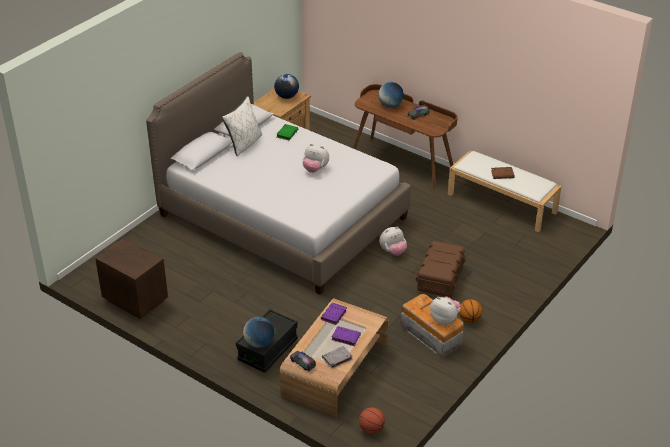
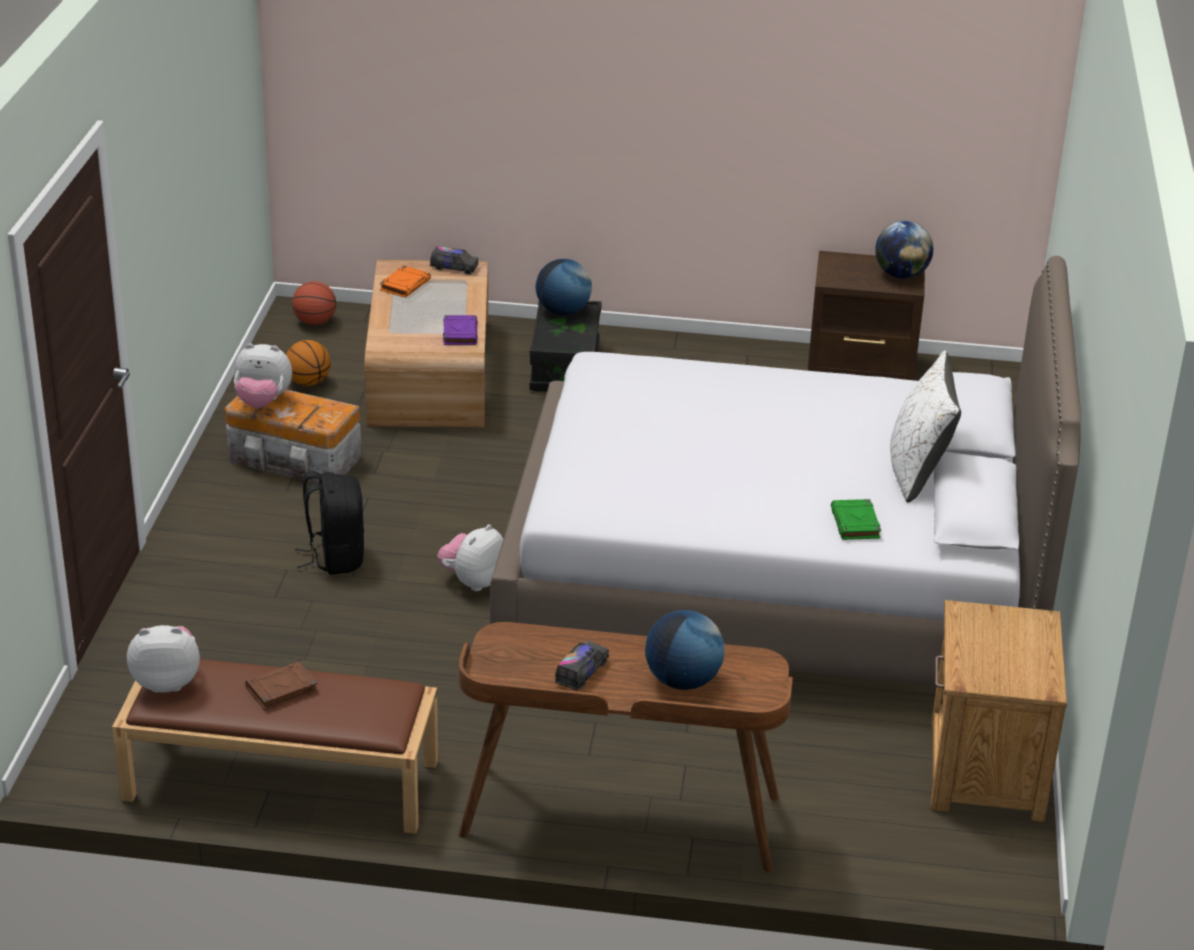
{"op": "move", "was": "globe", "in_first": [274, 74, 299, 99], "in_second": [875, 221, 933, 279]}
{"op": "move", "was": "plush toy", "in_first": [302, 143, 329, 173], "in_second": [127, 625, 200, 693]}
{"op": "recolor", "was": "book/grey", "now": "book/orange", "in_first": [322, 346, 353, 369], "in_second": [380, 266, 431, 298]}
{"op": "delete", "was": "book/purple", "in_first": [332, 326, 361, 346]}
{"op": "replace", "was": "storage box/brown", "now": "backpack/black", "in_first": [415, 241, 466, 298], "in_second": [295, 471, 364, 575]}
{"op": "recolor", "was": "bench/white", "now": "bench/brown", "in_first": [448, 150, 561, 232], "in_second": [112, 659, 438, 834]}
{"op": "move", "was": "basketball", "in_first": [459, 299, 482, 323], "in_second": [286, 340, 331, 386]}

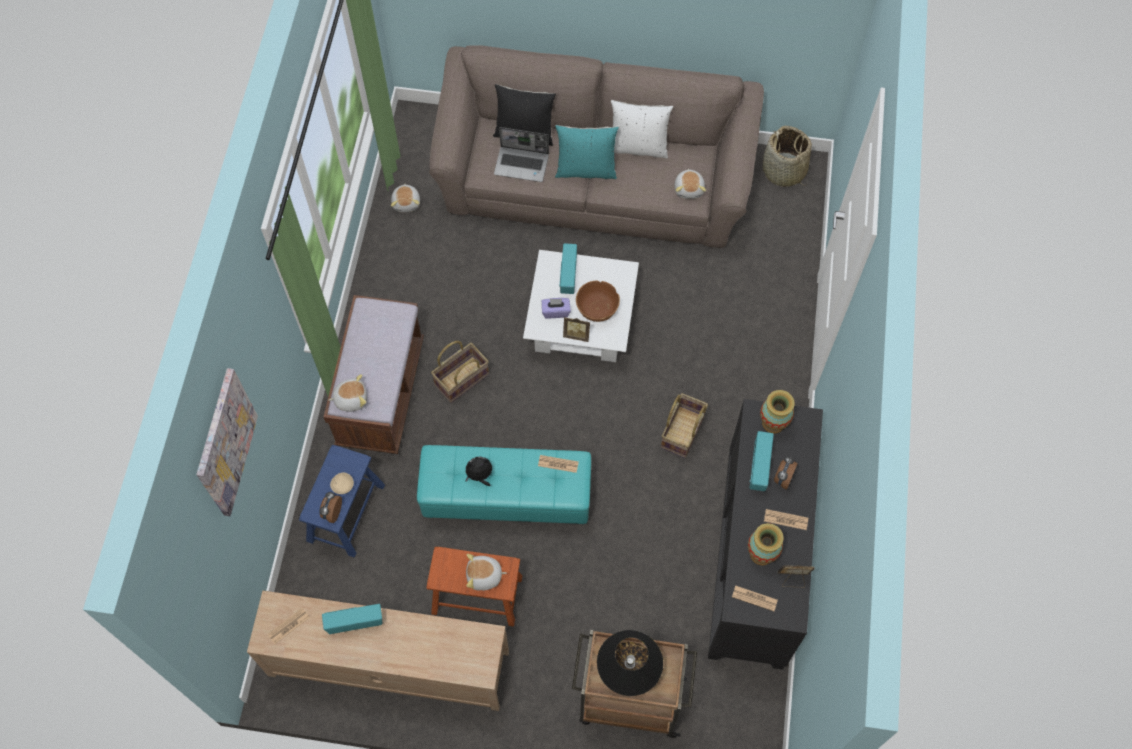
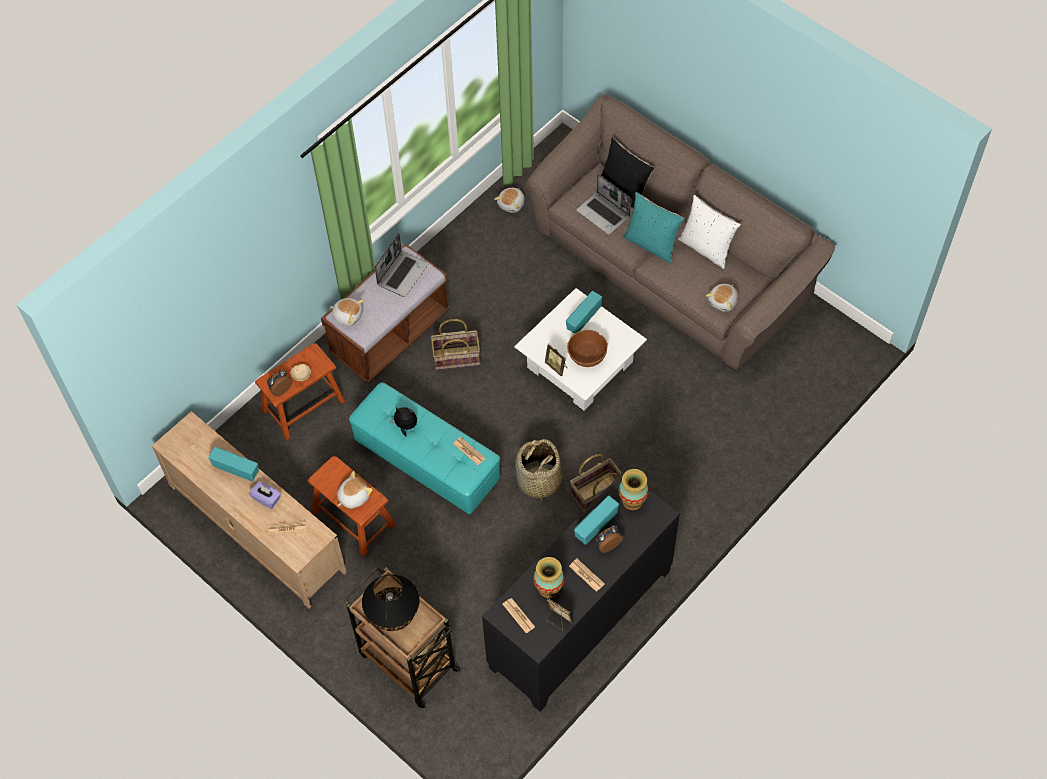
{"op": "delete", "was": "picture", "in_first": [196, 368, 258, 516]}
{"op": "move", "was": "newspaper", "in_first": [267, 608, 310, 644], "in_second": [268, 520, 306, 535]}
{"op": "recolor", "was": "stool/blue", "now": "stool/brown", "in_first": [299, 445, 385, 557], "in_second": [255, 343, 345, 440]}
{"op": "rotate", "was": "plush toy", "in_first": [466, 554, 507, 591], "in_second": [337, 471, 372, 509], "clockwise": 105}
{"op": "move", "was": "tissue box/purple", "in_first": [542, 298, 571, 318], "in_second": [249, 482, 281, 509]}
{"op": "move", "was": "basket", "in_first": [762, 126, 812, 187], "in_second": [515, 439, 563, 504]}
{"op": "insert", "now": "laptop", "in_second": [374, 233, 428, 297]}

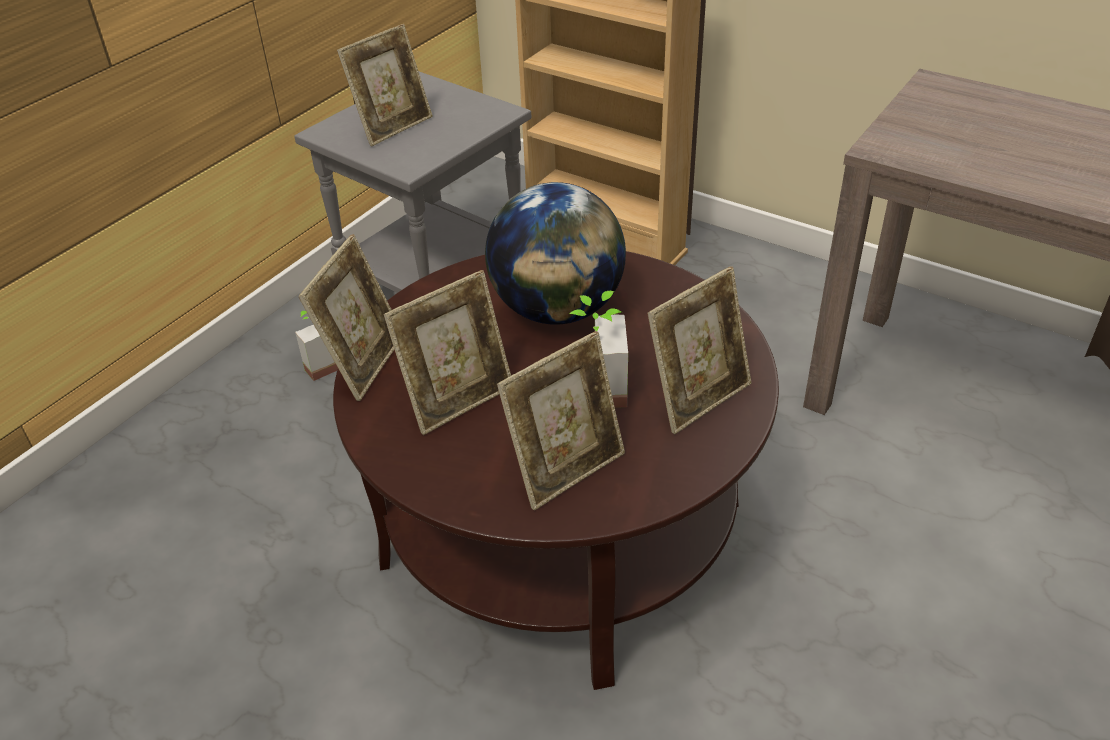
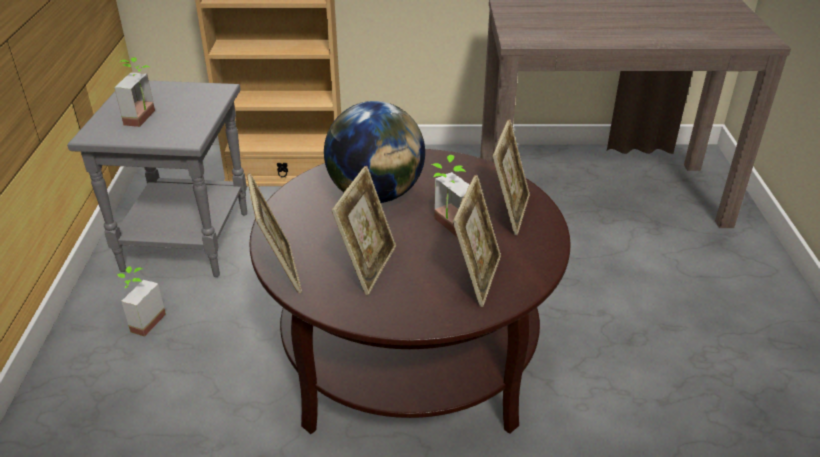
{"op": "replace", "was": "picture frame", "now": "potted plant", "in_first": [337, 24, 433, 146], "in_second": [114, 57, 155, 127]}

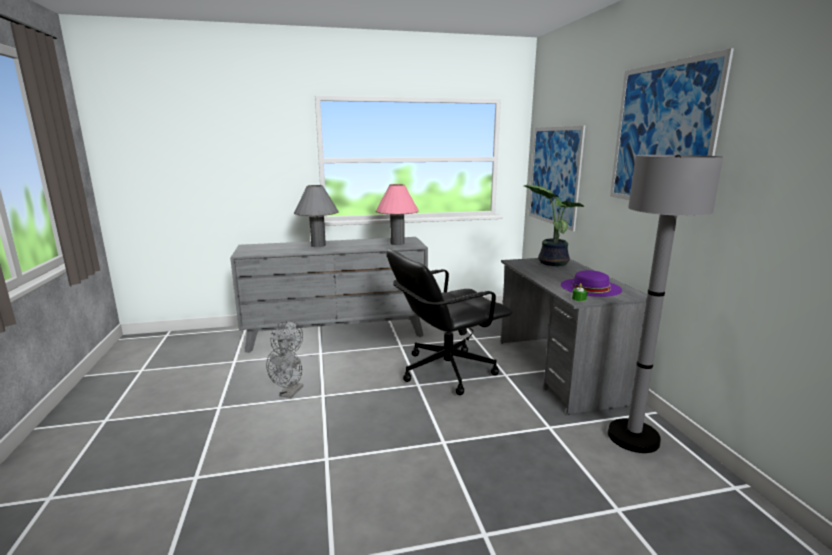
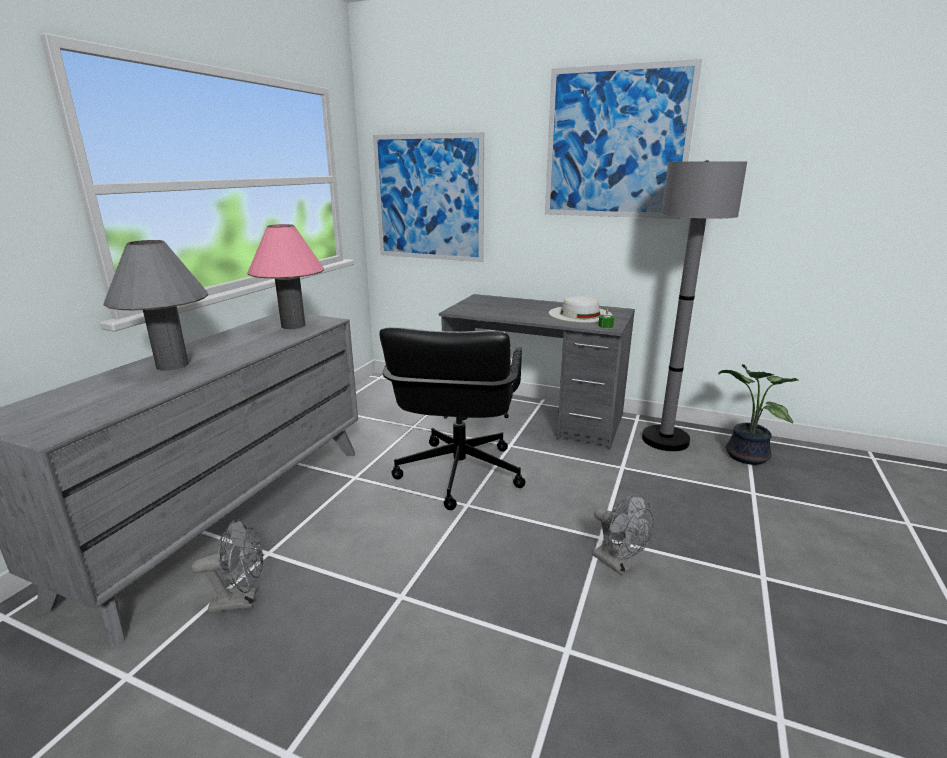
{"op": "move", "was": "fan/grey", "in_first": [266, 348, 303, 398], "in_second": [592, 494, 654, 575]}
{"op": "move", "was": "potted plant", "in_first": [524, 185, 585, 266], "in_second": [718, 364, 799, 465]}
{"op": "recolor", "was": "hat/purple", "now": "hat/white", "in_first": [561, 270, 622, 297], "in_second": [549, 296, 613, 323]}

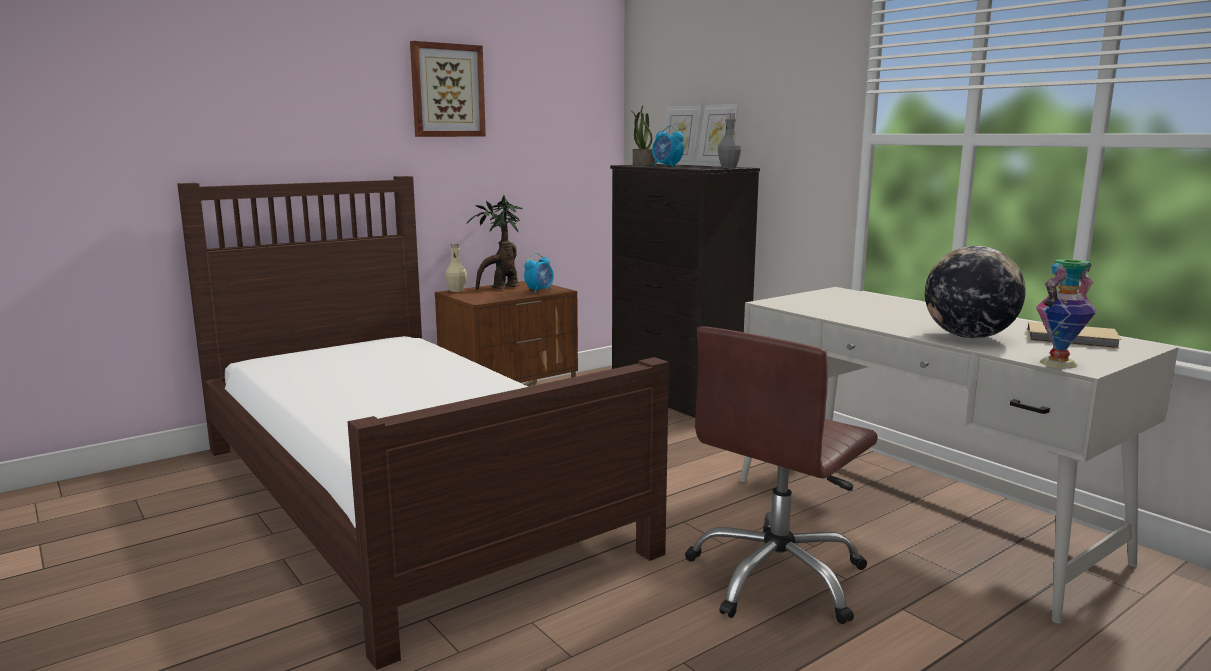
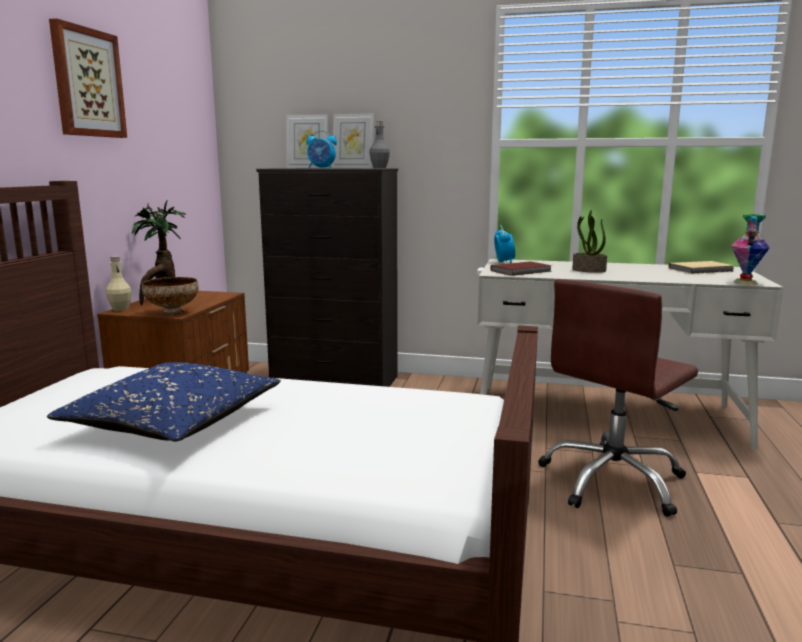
{"op": "move", "was": "alarm clock", "in_first": [524, 253, 554, 293], "in_second": [494, 225, 515, 263]}
{"op": "move", "was": "potted plant", "in_first": [631, 106, 655, 166], "in_second": [572, 210, 607, 273]}
{"op": "rotate", "was": "office chair/brown", "in_first": [685, 326, 878, 624], "in_second": [538, 279, 698, 517], "clockwise": 45}
{"op": "delete", "was": "globe", "in_first": [925, 246, 1026, 338]}
{"op": "insert", "now": "pillow/blue", "in_second": [47, 362, 281, 441]}
{"op": "insert", "now": "bowl", "in_second": [142, 277, 199, 316]}
{"op": "insert", "now": "book/brown", "in_second": [490, 261, 552, 276]}

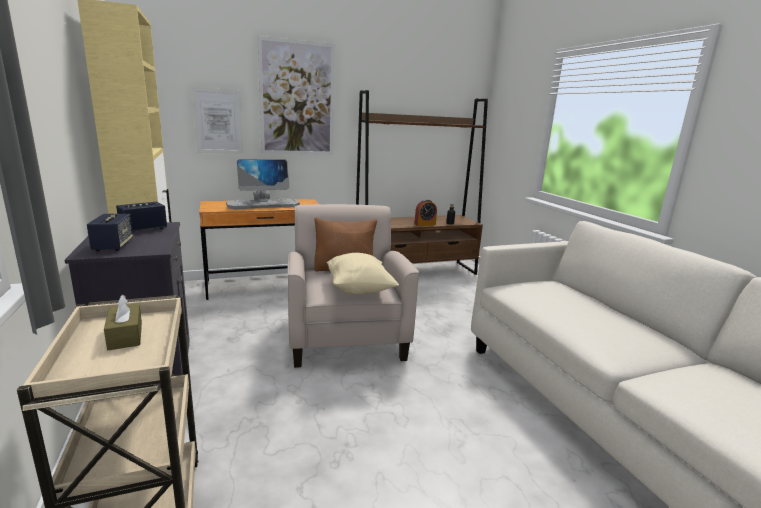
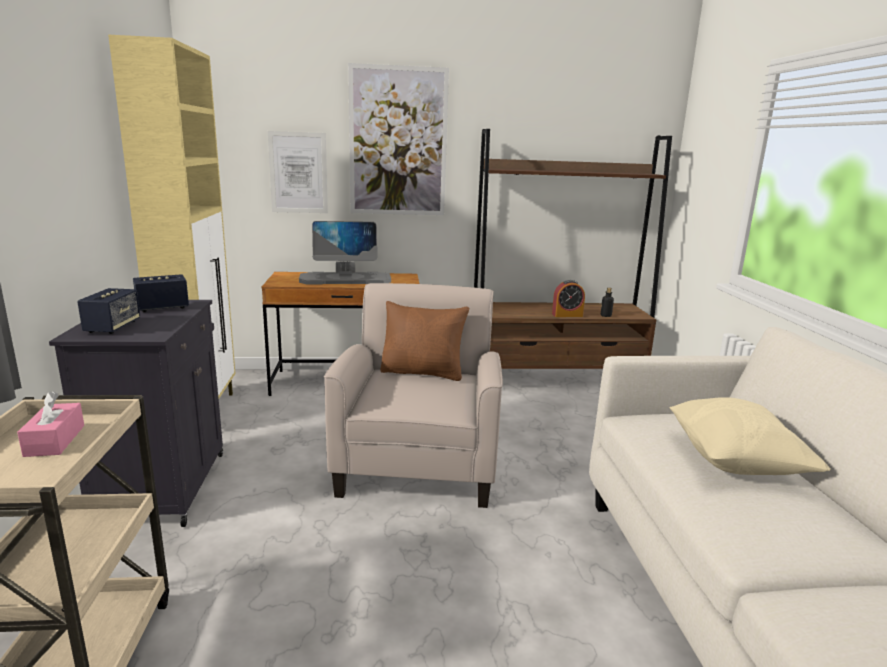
{"op": "recolor", "was": "tissue box/brown", "now": "tissue box/pink", "in_first": [104, 294, 142, 350], "in_second": [17, 391, 84, 457]}
{"op": "move", "was": "pillow/beige", "in_first": [326, 253, 399, 294], "in_second": [669, 397, 830, 475]}

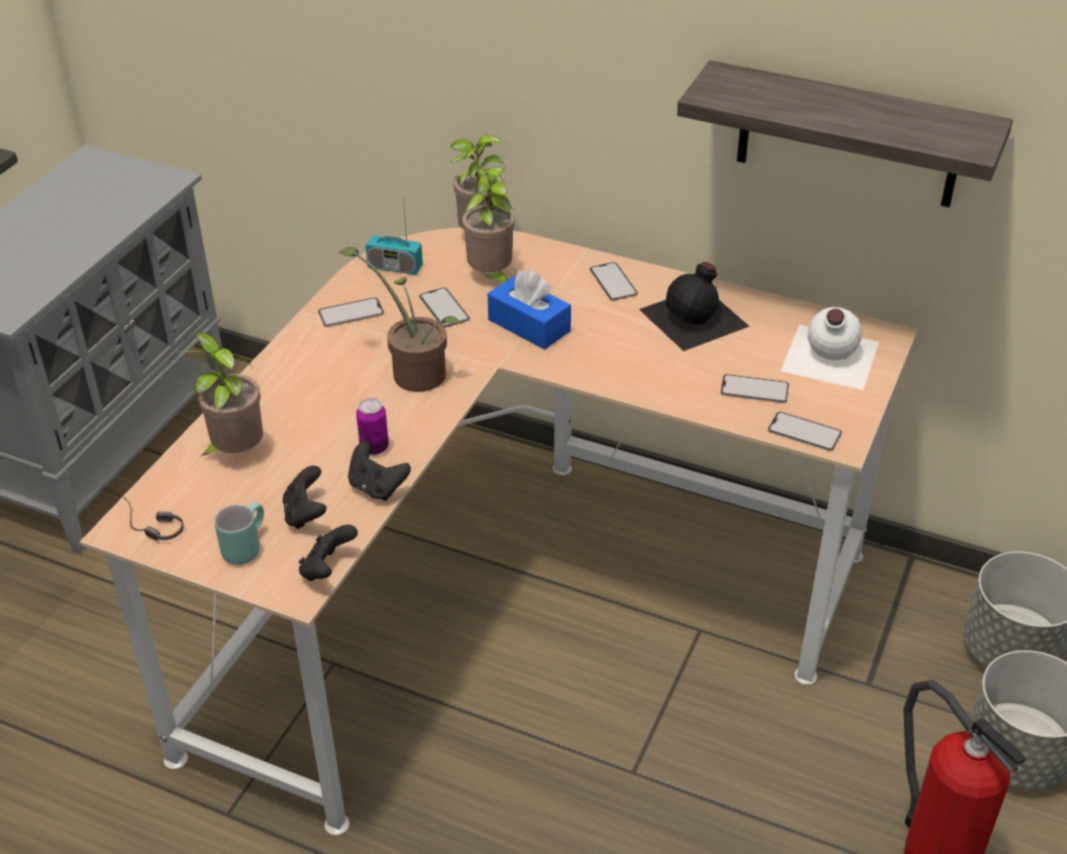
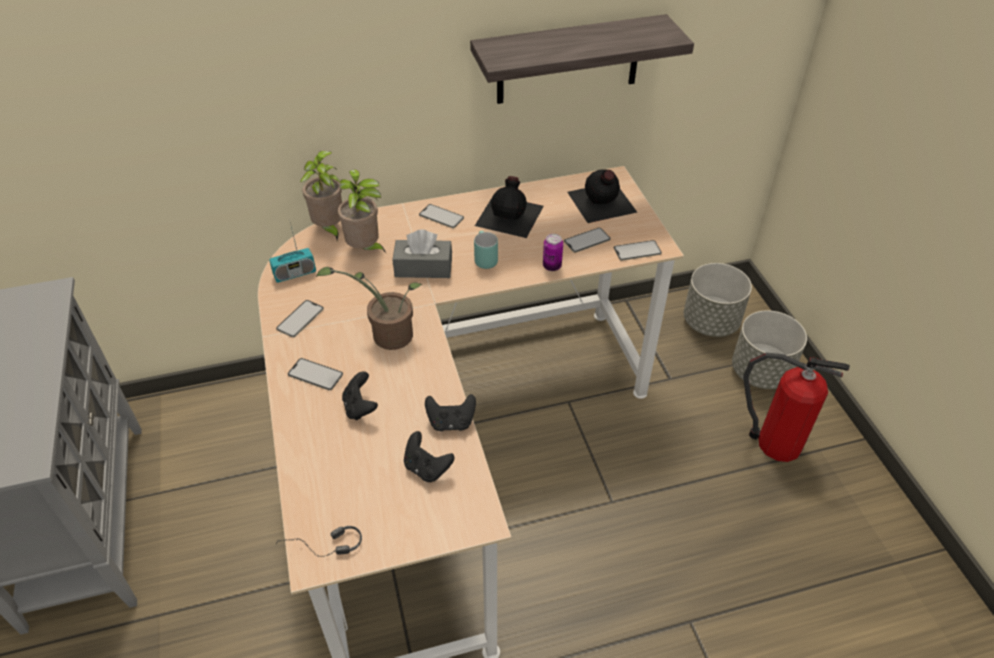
{"op": "delete", "was": "potted plant", "in_first": [177, 332, 263, 456]}
{"op": "move", "was": "mug/turquoise", "in_first": [214, 502, 264, 565], "in_second": [474, 231, 498, 269]}
{"op": "move", "was": "game controller/black", "in_first": [299, 525, 358, 581], "in_second": [342, 371, 378, 420]}
{"op": "move", "was": "can", "in_first": [356, 398, 389, 455], "in_second": [543, 234, 563, 271]}
{"op": "move", "was": "phone", "in_first": [419, 287, 470, 328], "in_second": [288, 358, 343, 391]}
{"op": "recolor", "was": "tissue box/blue", "now": "tissue box/grey", "in_first": [488, 270, 571, 350], "in_second": [392, 229, 452, 278]}
{"op": "recolor", "was": "bottle/white", "now": "bottle/black", "in_first": [781, 307, 879, 390], "in_second": [567, 169, 637, 223]}

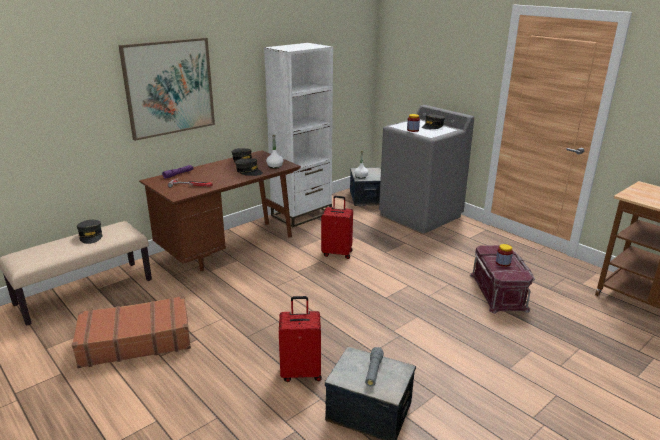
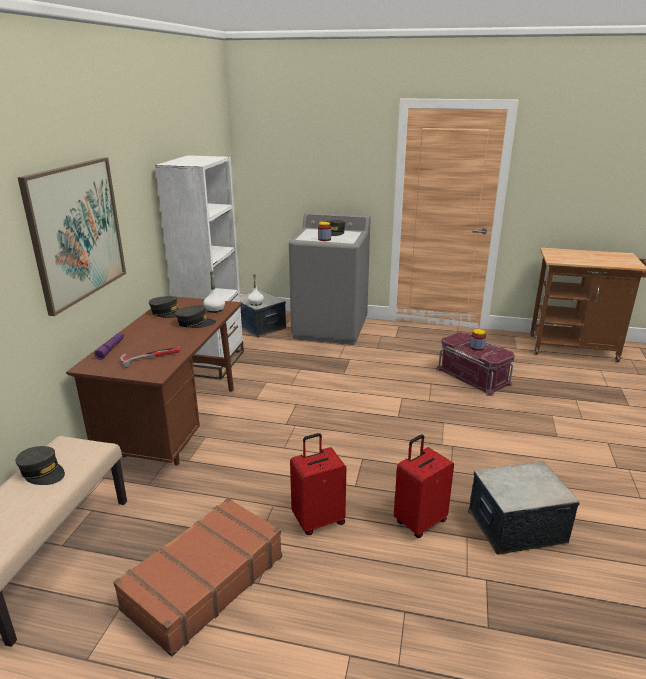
{"op": "move", "was": "suitcase/red", "in_first": [321, 196, 353, 259], "in_second": [290, 433, 346, 535]}
{"op": "delete", "was": "flashlight/grey", "in_first": [365, 347, 384, 387]}

